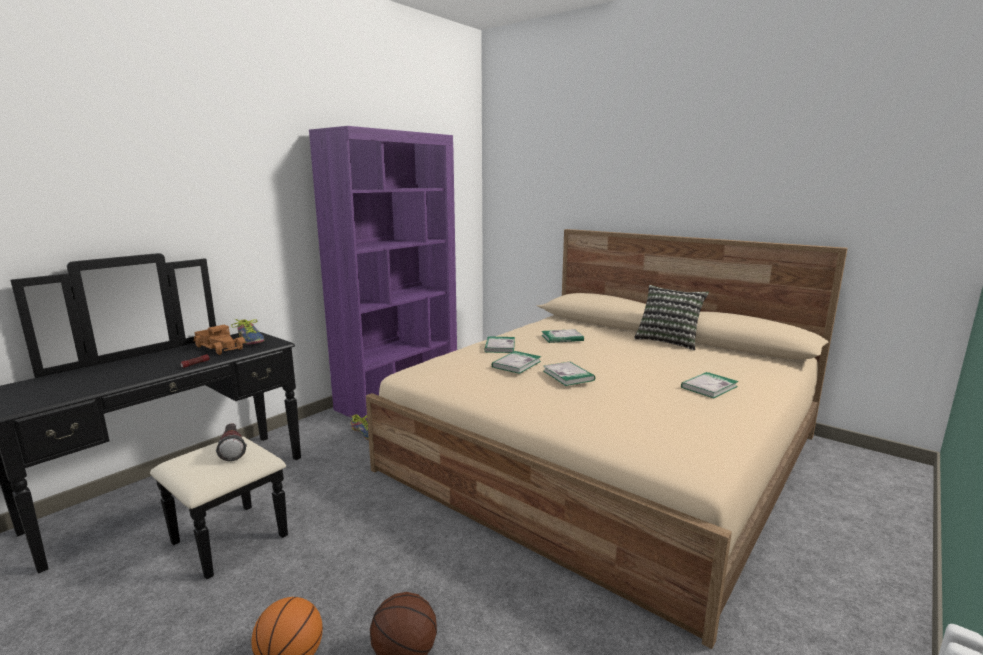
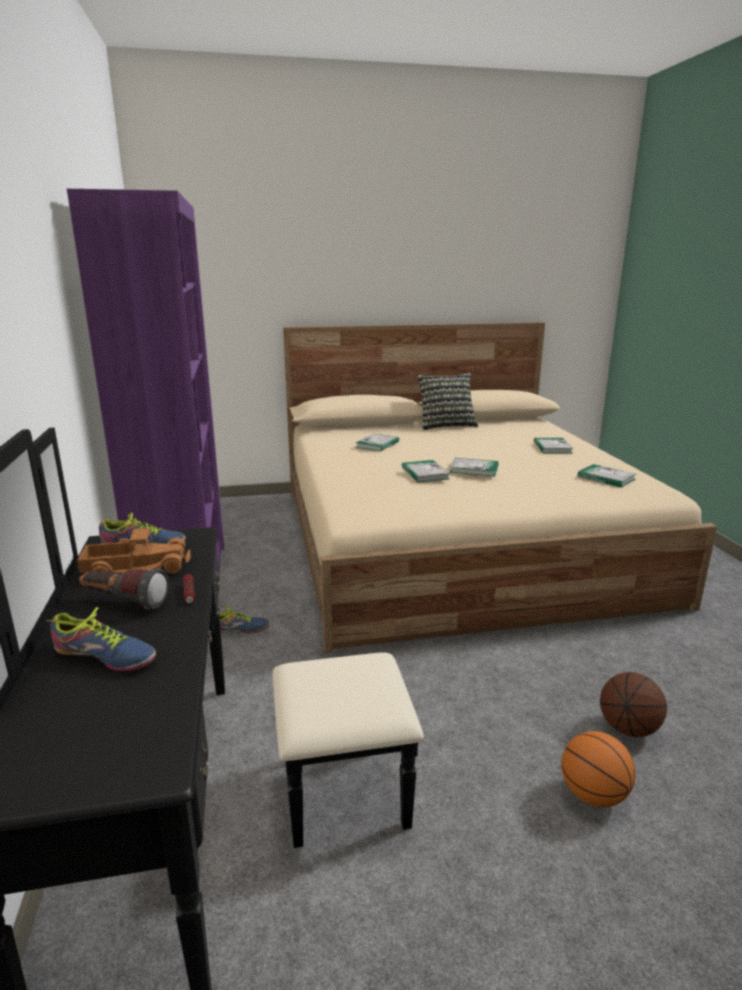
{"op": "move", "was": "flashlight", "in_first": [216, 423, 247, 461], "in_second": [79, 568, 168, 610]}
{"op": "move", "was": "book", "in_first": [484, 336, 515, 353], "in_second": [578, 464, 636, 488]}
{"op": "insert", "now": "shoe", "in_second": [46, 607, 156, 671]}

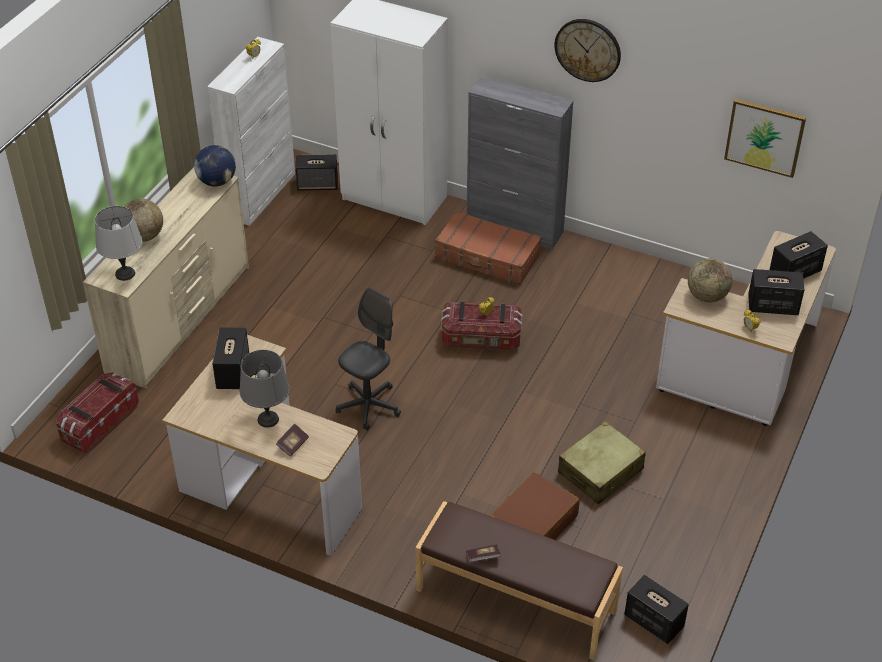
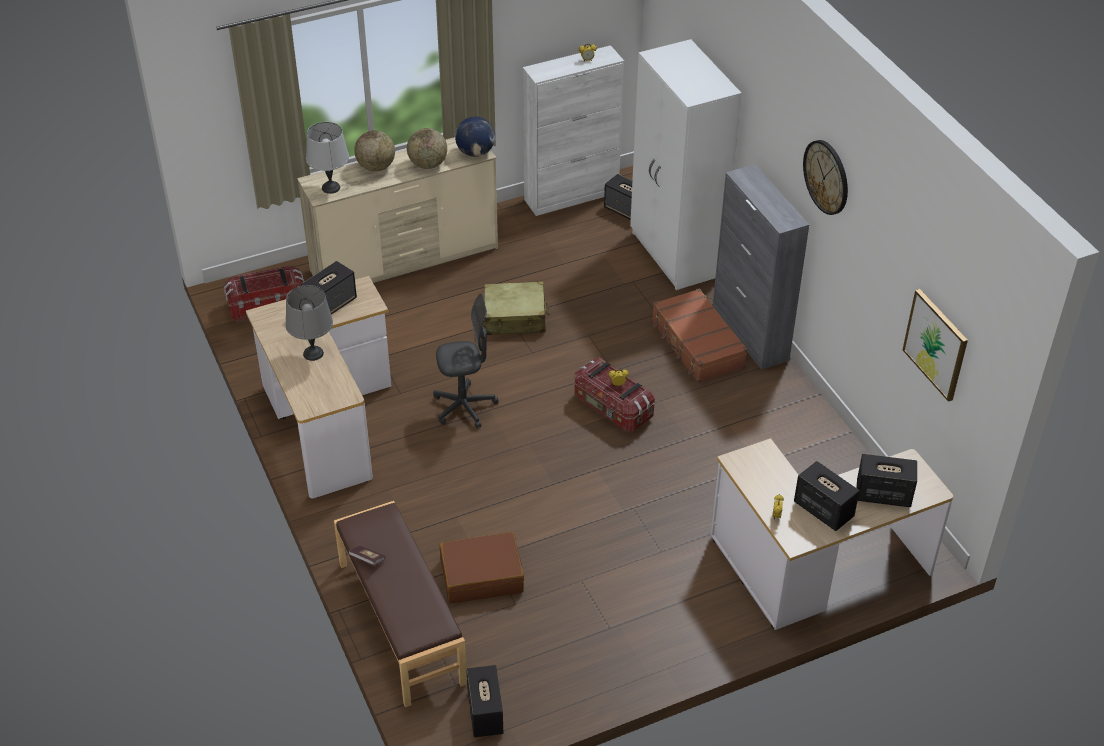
{"op": "delete", "was": "book", "in_first": [276, 424, 309, 457]}
{"op": "move", "was": "suitcase/beige", "in_first": [558, 421, 646, 504], "in_second": [484, 281, 550, 335]}
{"op": "move", "was": "globe", "in_first": [688, 258, 732, 303], "in_second": [407, 128, 447, 169]}

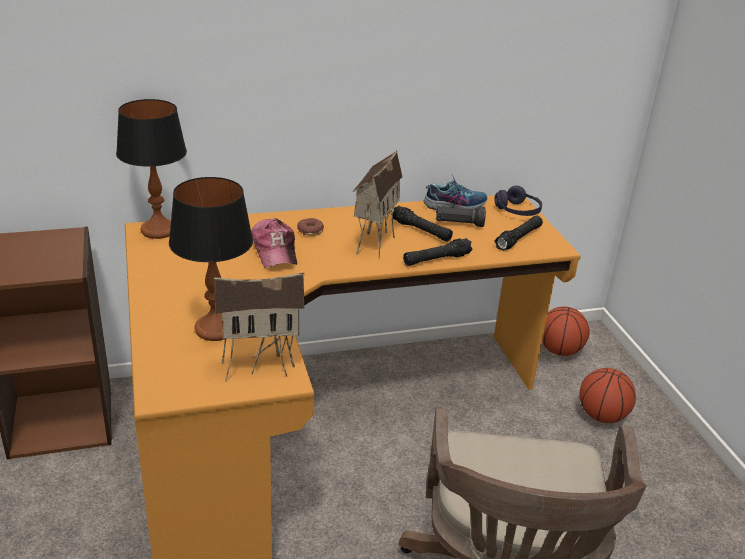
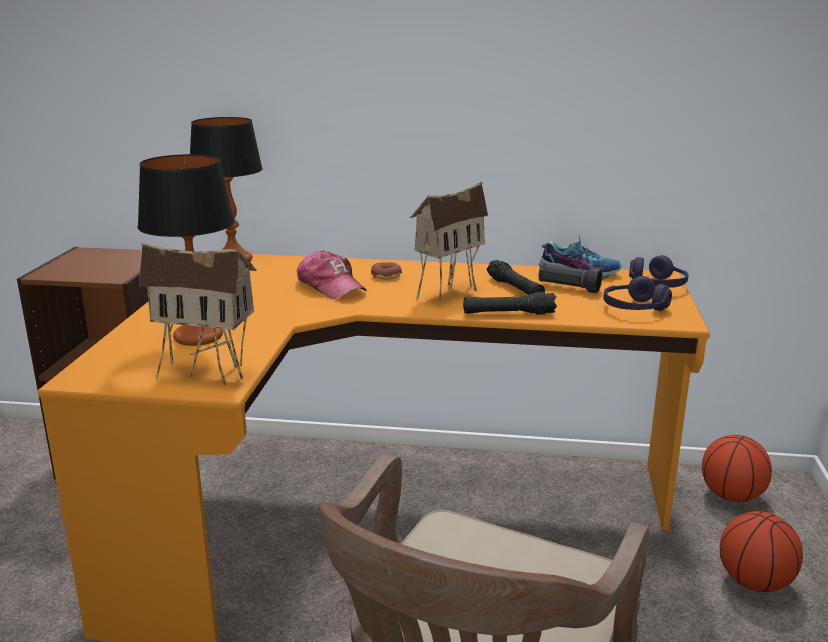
{"op": "rotate", "was": "cap", "in_first": [251, 218, 297, 268], "in_second": [297, 250, 366, 299], "clockwise": -45}
{"op": "replace", "was": "flashlight/black", "now": "headphones/purple", "in_first": [494, 216, 543, 251], "in_second": [603, 276, 672, 311]}

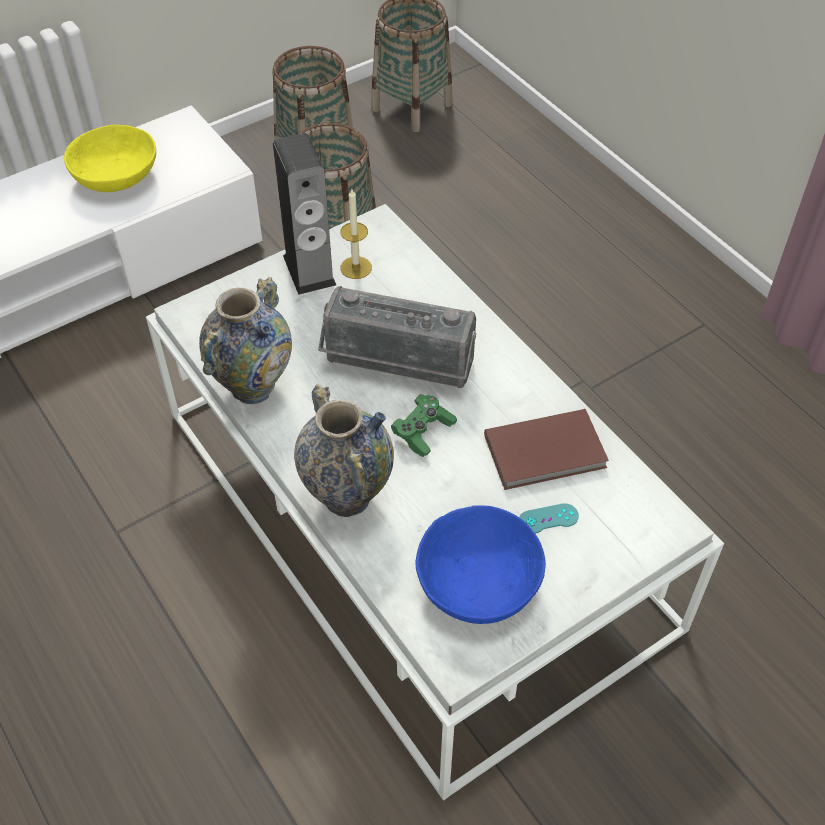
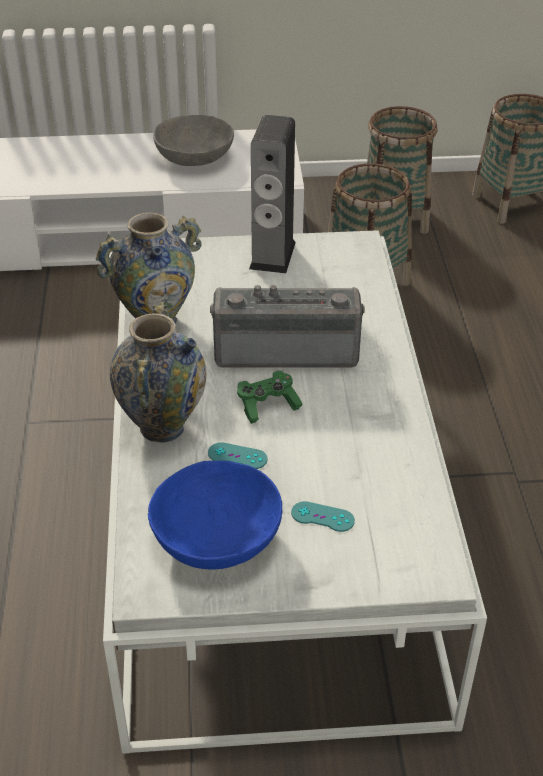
{"op": "recolor", "was": "bowl/yellow", "now": "bowl/grey", "in_first": [64, 124, 156, 192], "in_second": [153, 115, 234, 166]}
{"op": "rotate", "was": "radio", "in_first": [318, 286, 476, 388], "in_second": [210, 285, 365, 368], "clockwise": 135}
{"op": "delete", "was": "candle", "in_first": [340, 189, 372, 279]}
{"op": "delete", "was": "book/brown", "in_first": [484, 409, 609, 490]}
{"op": "insert", "now": "game controller/turquoise", "in_second": [208, 442, 268, 469]}

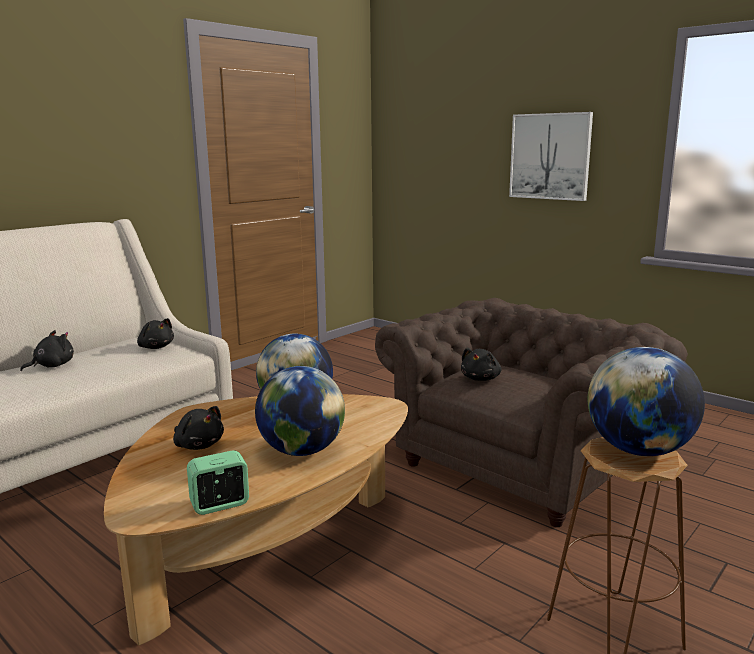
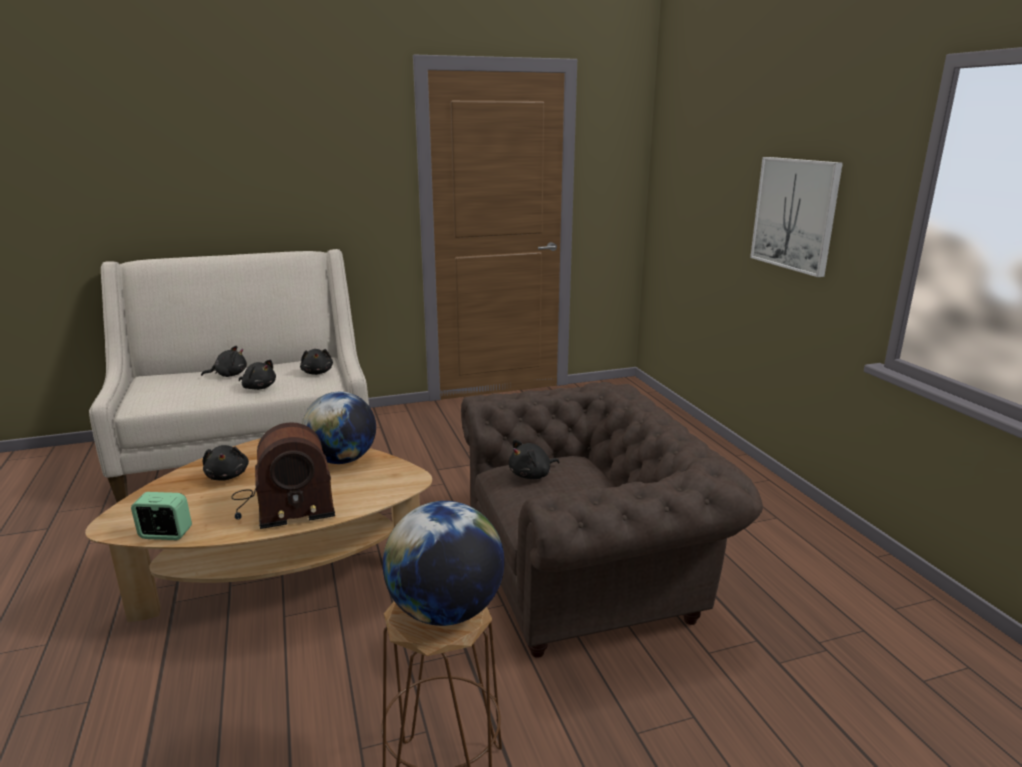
{"op": "replace", "was": "globe", "now": "radio", "in_first": [255, 366, 345, 456], "in_second": [232, 422, 335, 529]}
{"op": "insert", "now": "plush toy/black", "in_second": [239, 360, 276, 390]}

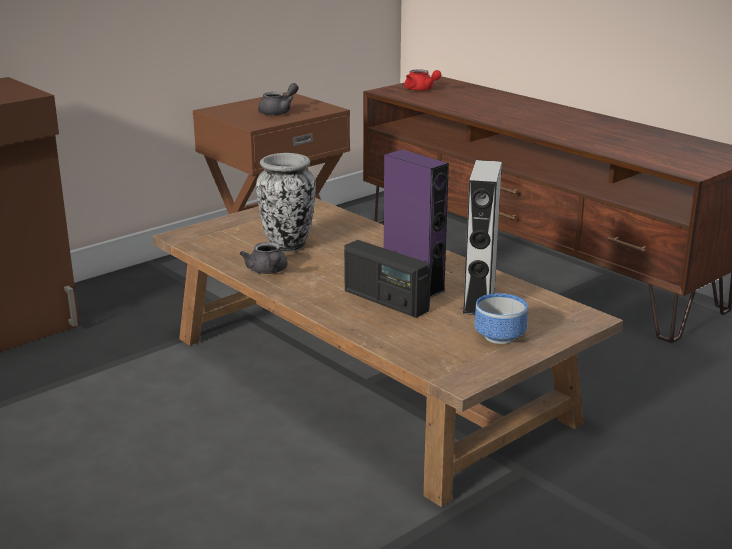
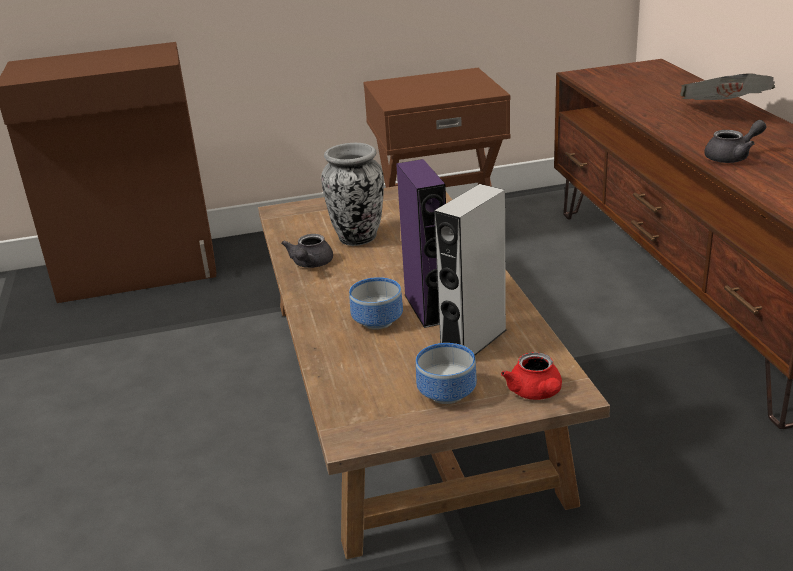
{"op": "move", "was": "teapot/grey", "in_first": [258, 83, 299, 116], "in_second": [704, 120, 766, 163]}
{"op": "replace", "was": "radio", "now": "bowl", "in_first": [344, 240, 431, 318], "in_second": [349, 277, 403, 330]}
{"op": "move", "was": "teapot/red", "in_first": [405, 69, 442, 91], "in_second": [501, 352, 562, 400]}
{"op": "insert", "now": "newspaper", "in_second": [680, 73, 775, 100]}

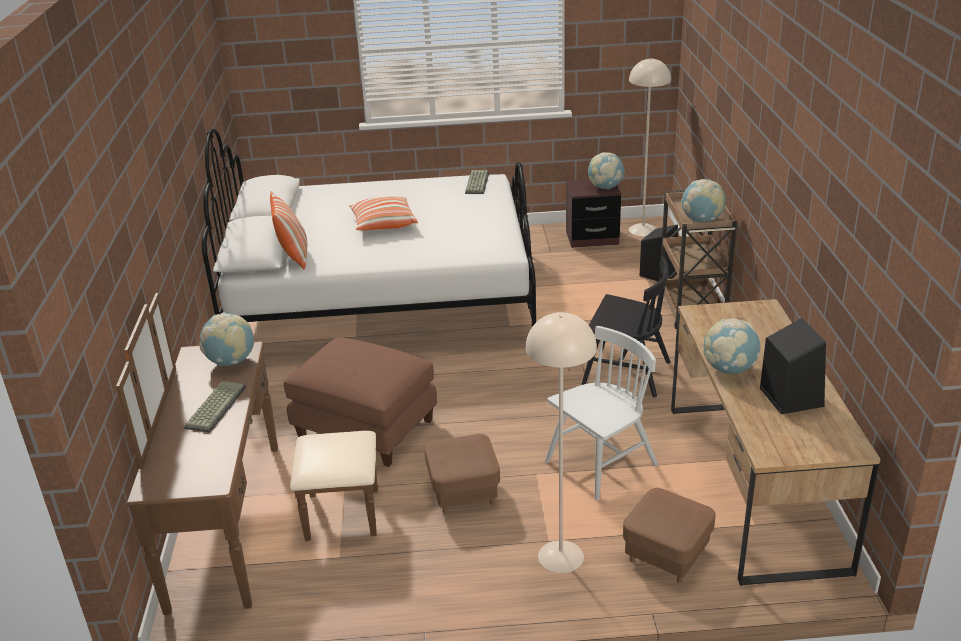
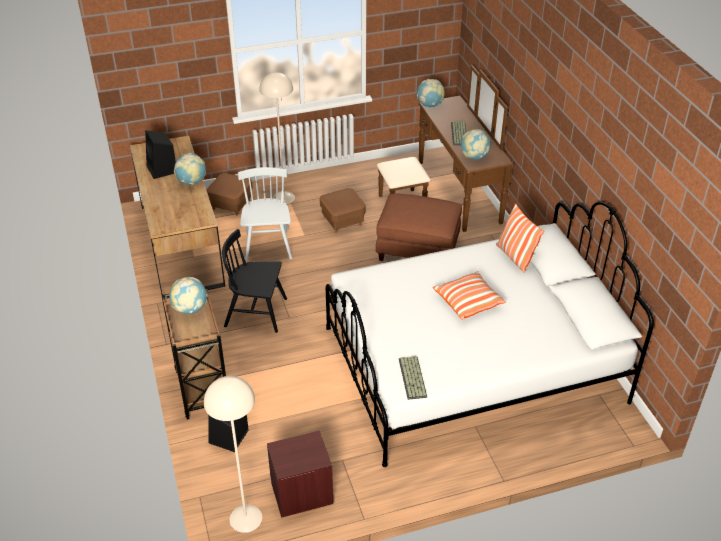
{"op": "rotate", "was": "chair/white", "in_first": [545, 326, 658, 501], "in_second": [238, 167, 292, 262], "clockwise": 135}
{"op": "move", "was": "globe", "in_first": [588, 152, 625, 189], "in_second": [417, 79, 445, 108]}

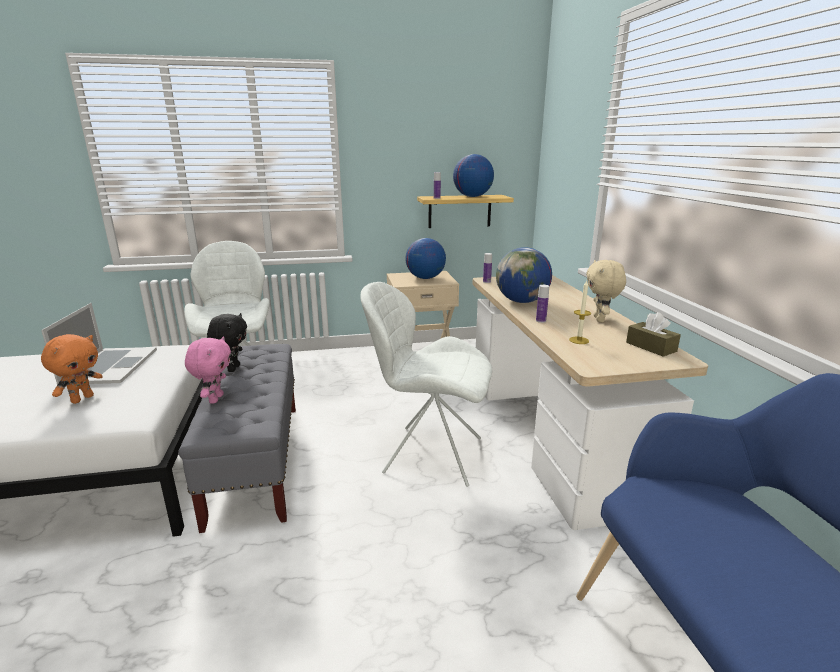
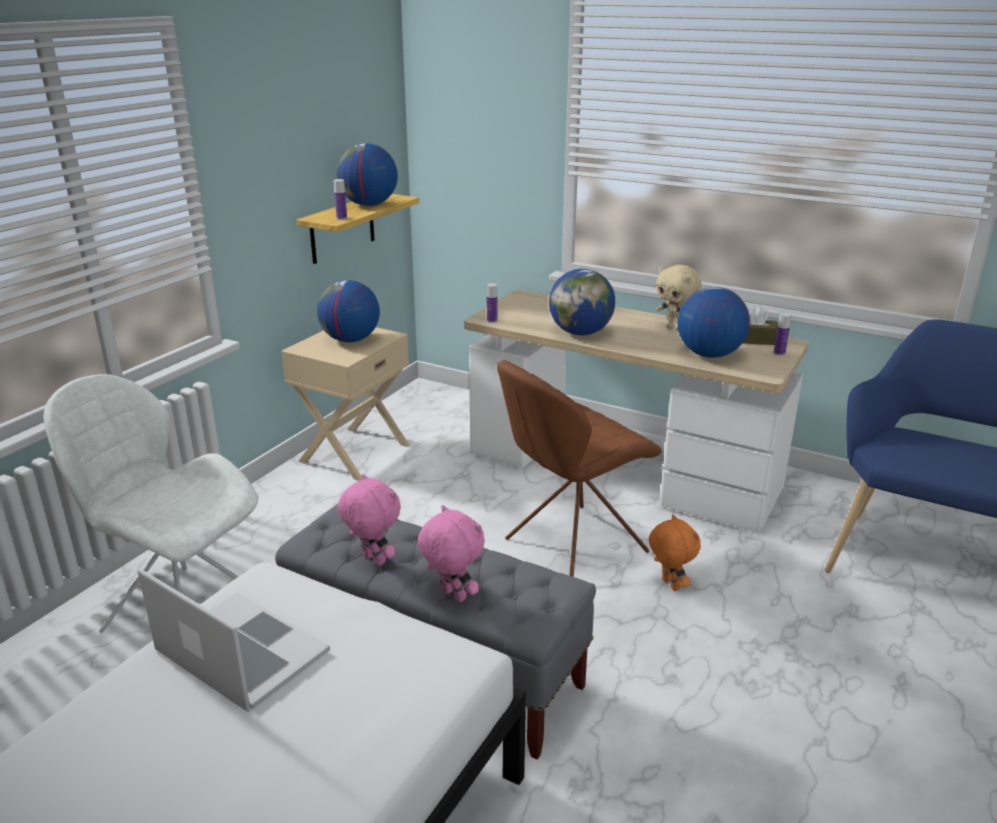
{"op": "move", "was": "plush toy/orange", "in_first": [41, 334, 103, 404], "in_second": [649, 514, 701, 591]}
{"op": "recolor", "was": "plush toy/black", "now": "plush toy/pink", "in_first": [207, 313, 247, 372], "in_second": [337, 474, 401, 566]}
{"op": "recolor", "was": "chair/white", "now": "chair/brown", "in_first": [360, 282, 492, 487], "in_second": [497, 360, 662, 577]}
{"op": "move", "was": "bottle", "in_first": [536, 285, 549, 323], "in_second": [774, 313, 791, 356]}
{"op": "replace", "was": "candle", "now": "globe", "in_first": [569, 280, 591, 344], "in_second": [678, 287, 750, 358]}

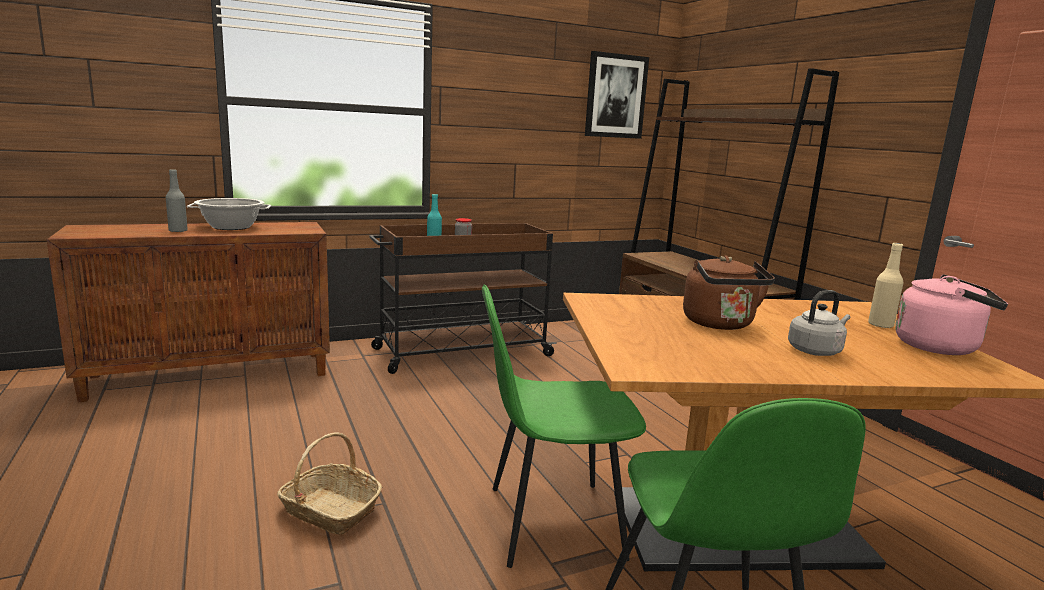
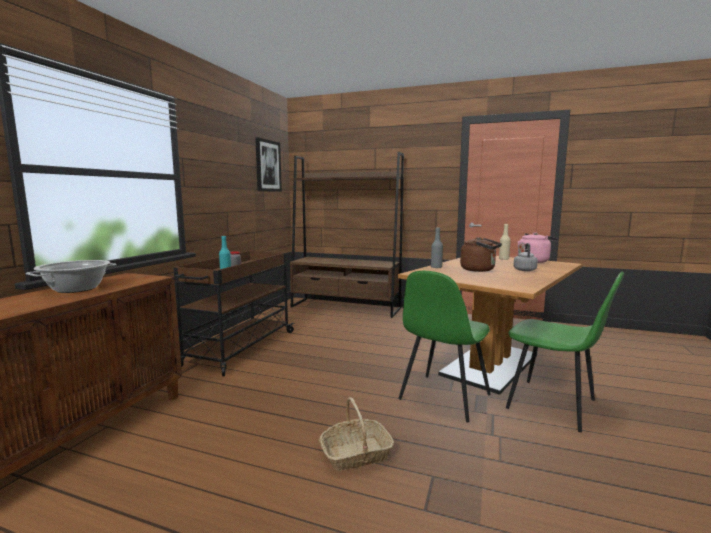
{"op": "move", "was": "bottle/grey", "in_first": [166, 169, 188, 232], "in_second": [431, 227, 443, 268]}

